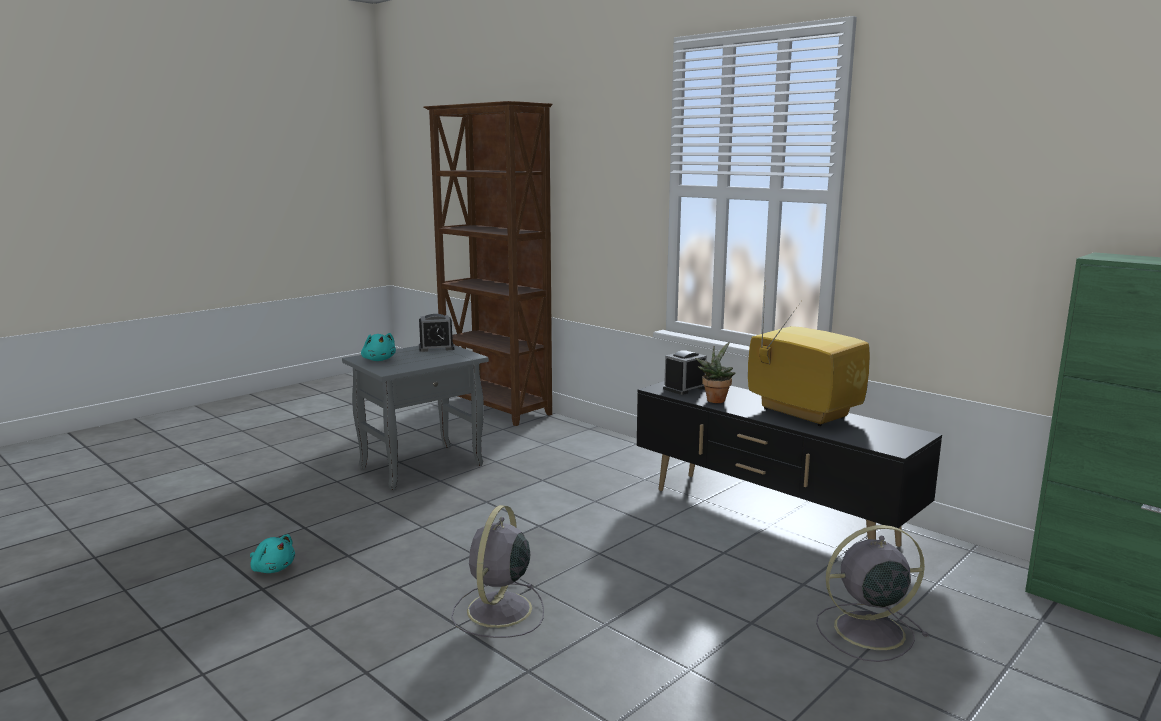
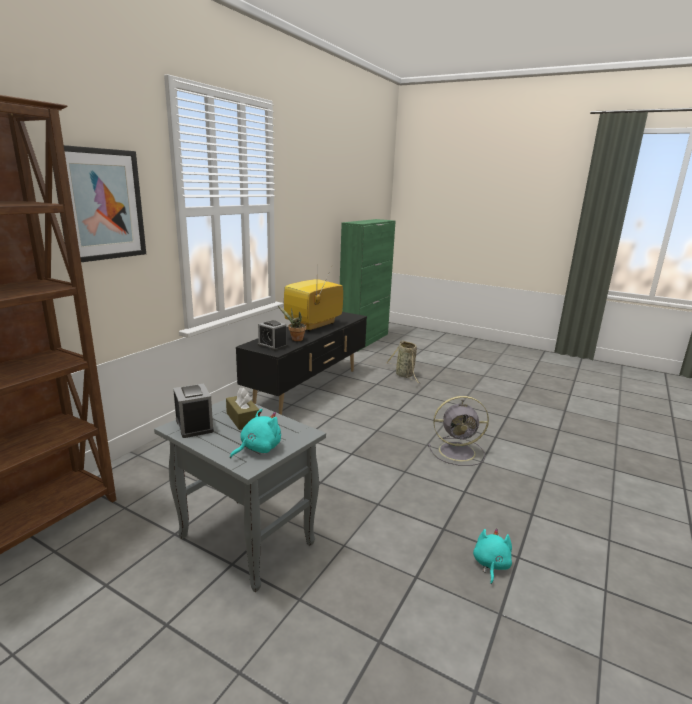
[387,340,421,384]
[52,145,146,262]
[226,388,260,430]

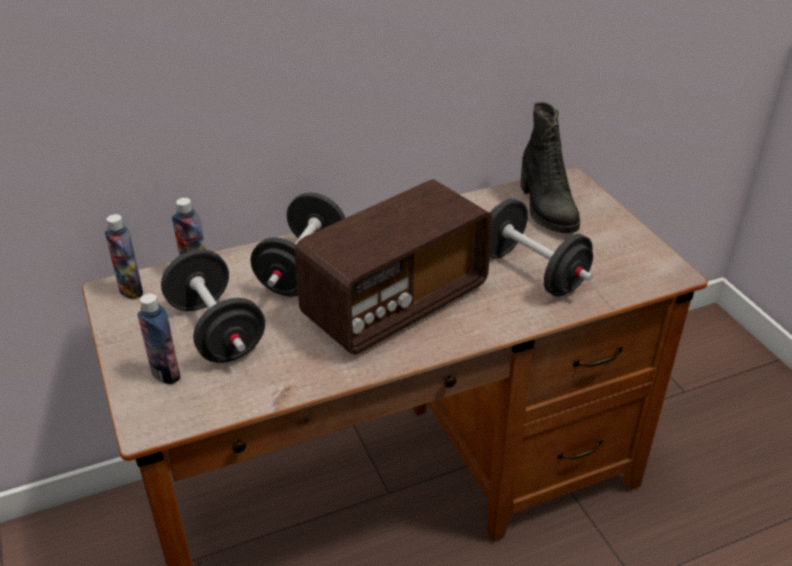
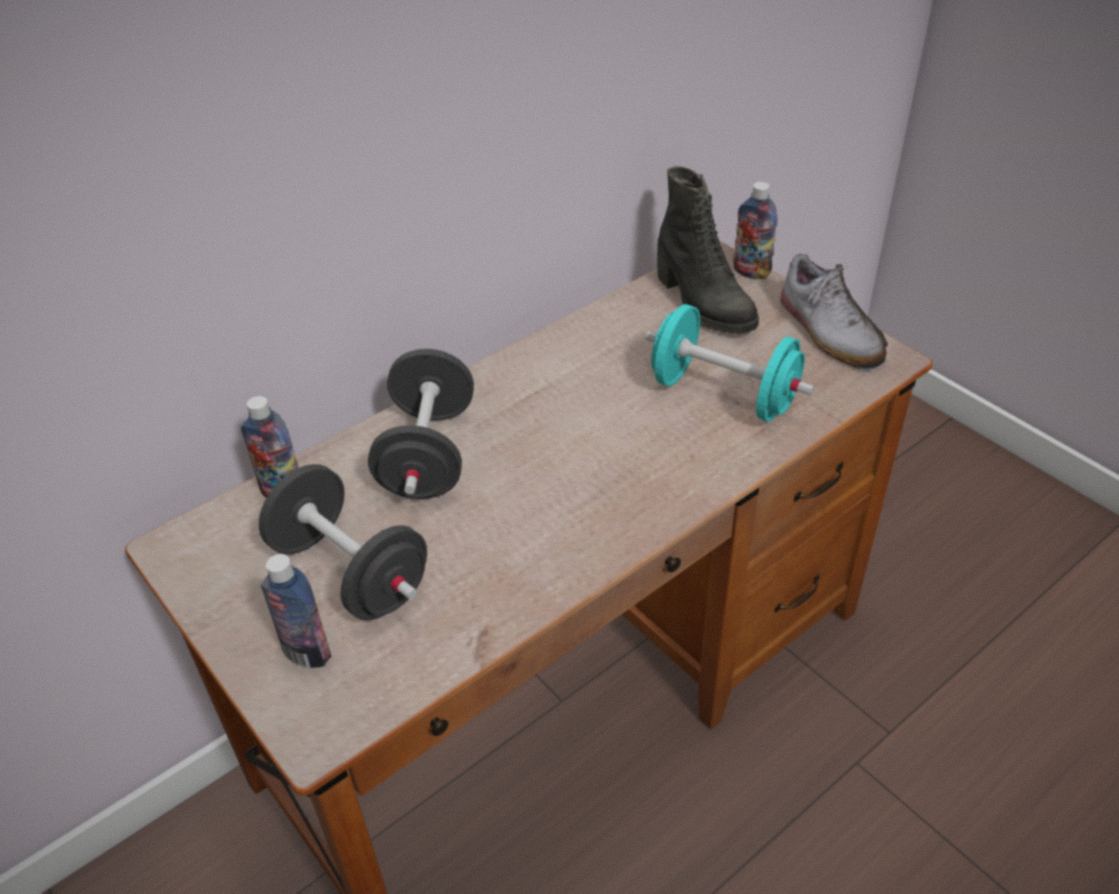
[733,182,778,279]
[294,179,493,355] (first image)
[646,304,814,422]
[780,254,888,370]

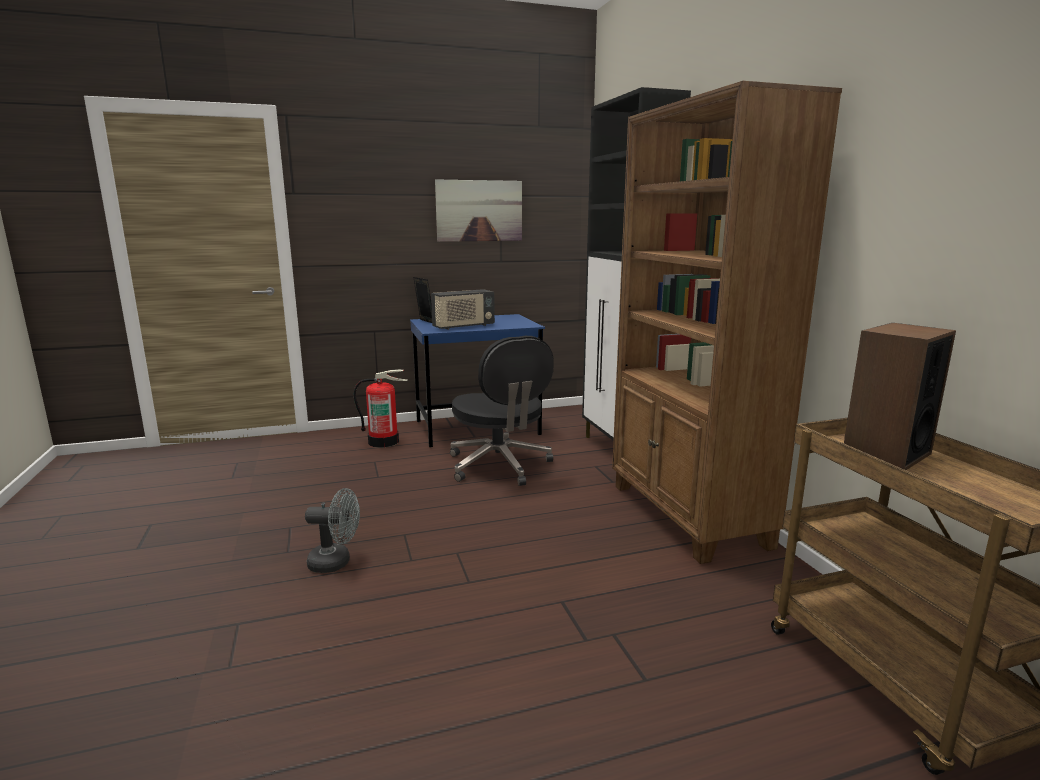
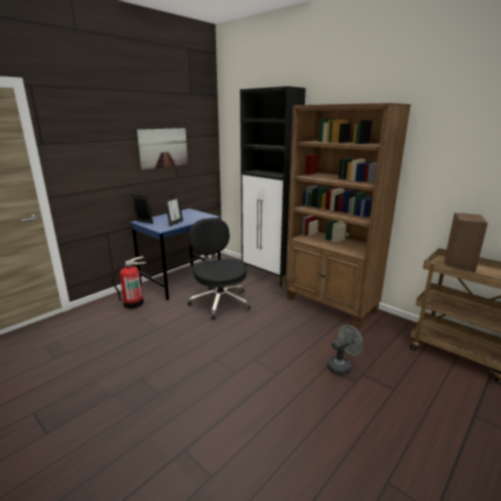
[327,325,363,375]
[164,194,183,226]
[188,218,250,319]

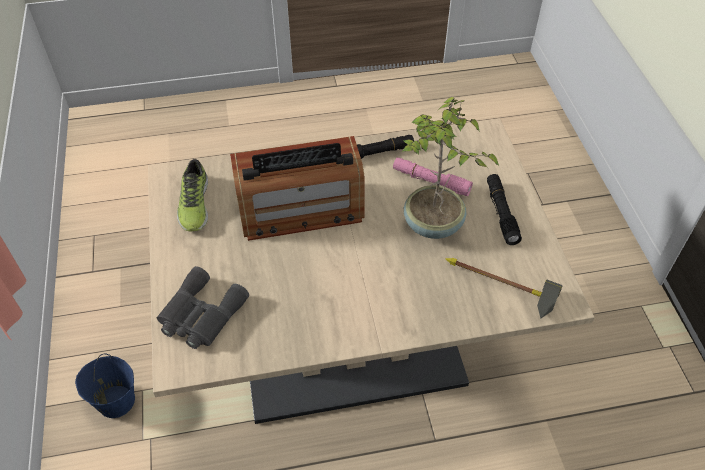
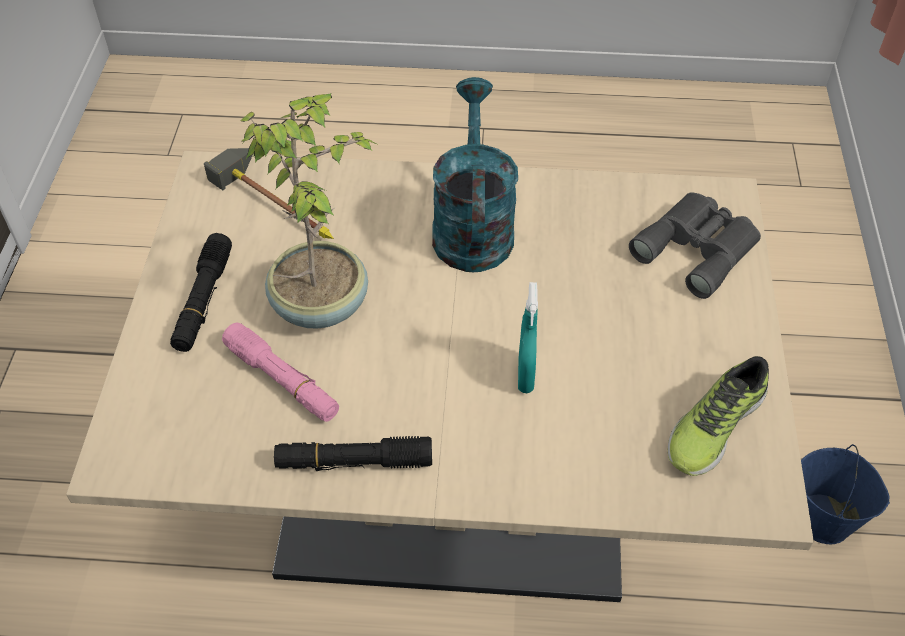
[668,356,769,476]
[518,282,538,393]
[432,77,518,272]

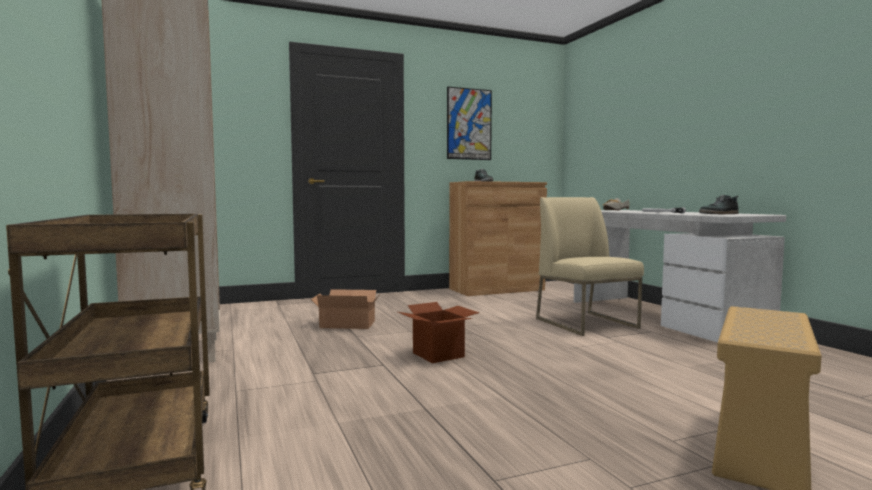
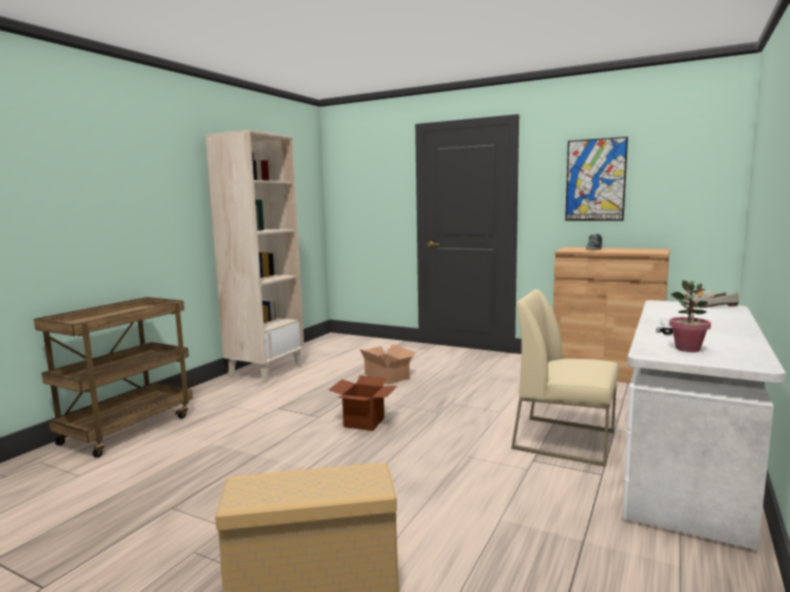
[511,289,619,467]
[669,280,711,352]

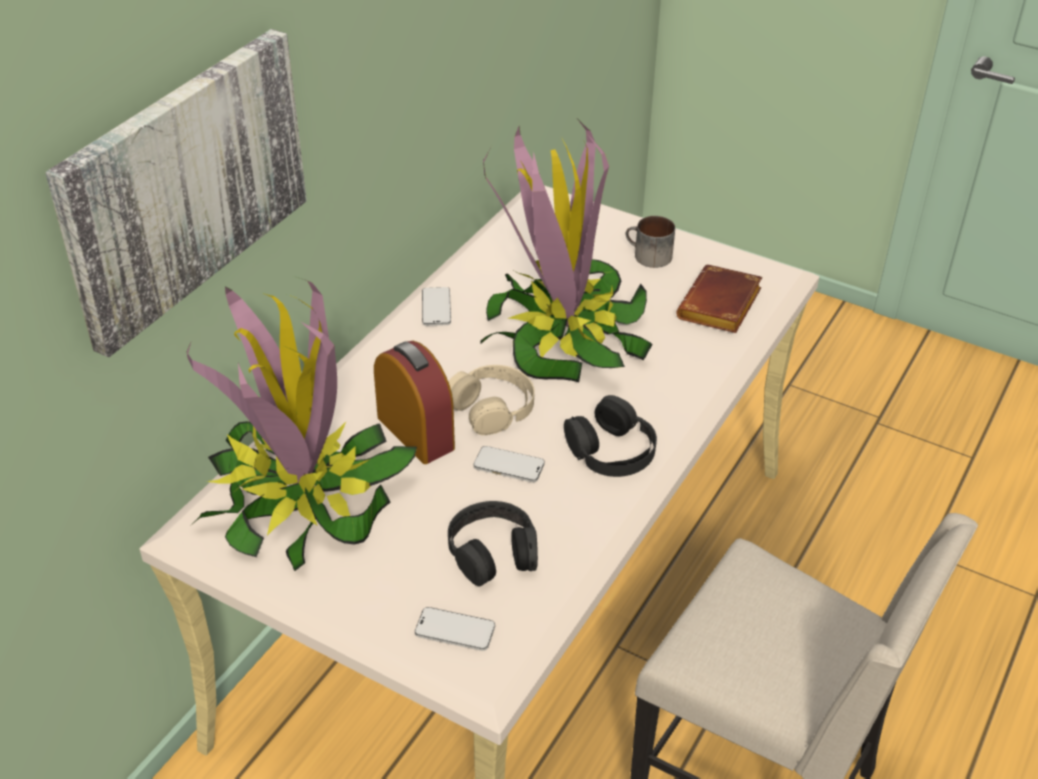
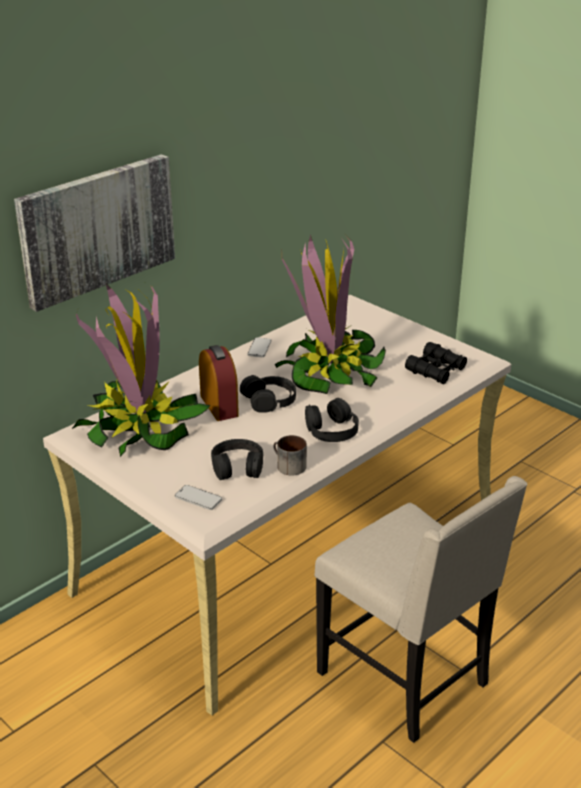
[240,375,296,413]
[474,446,545,482] (first image)
[273,435,307,475]
[405,342,467,384]

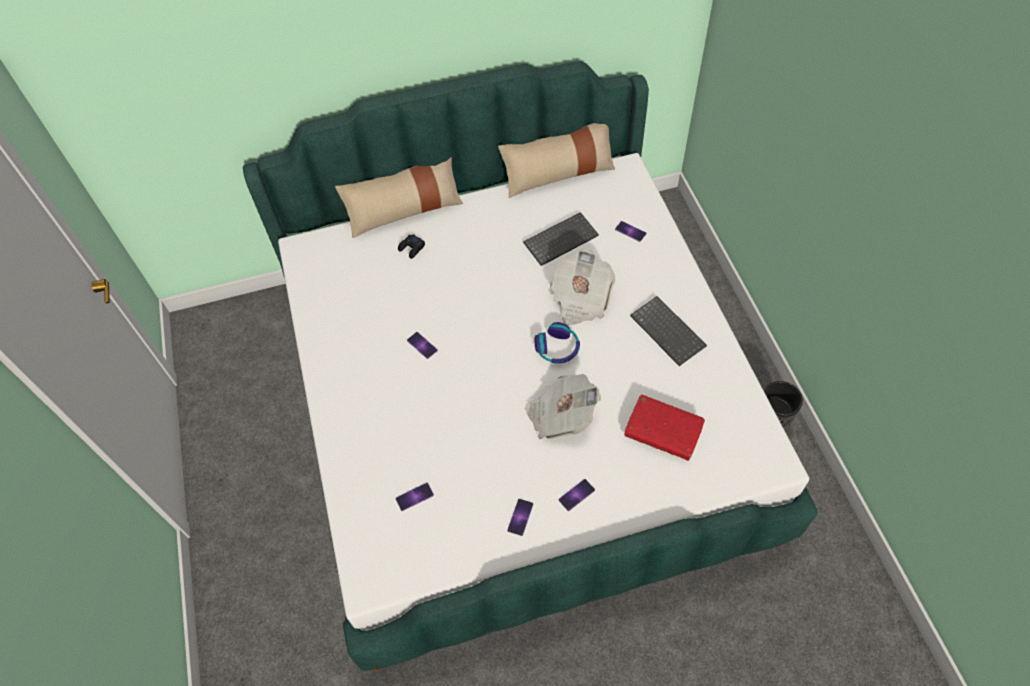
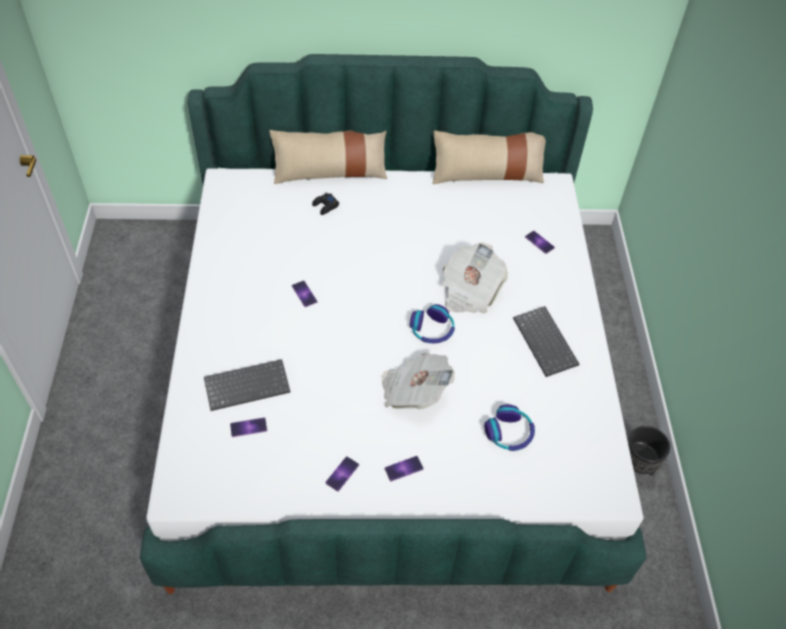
[204,359,291,411]
[484,404,535,451]

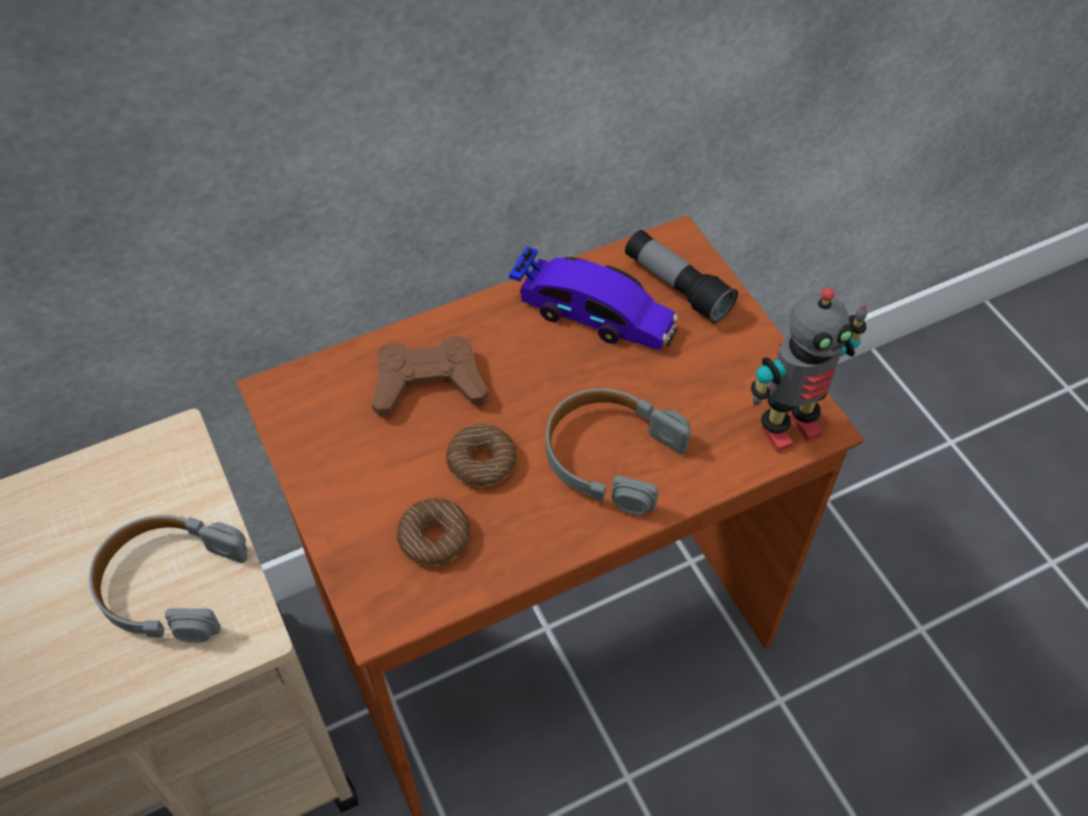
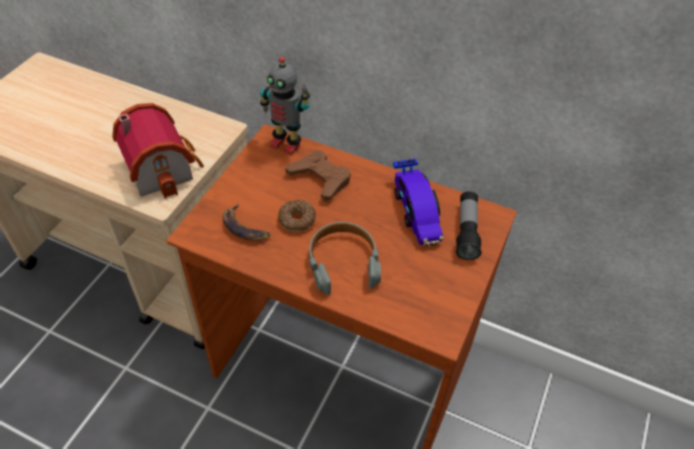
[112,103,204,199]
[223,204,271,241]
[260,56,310,155]

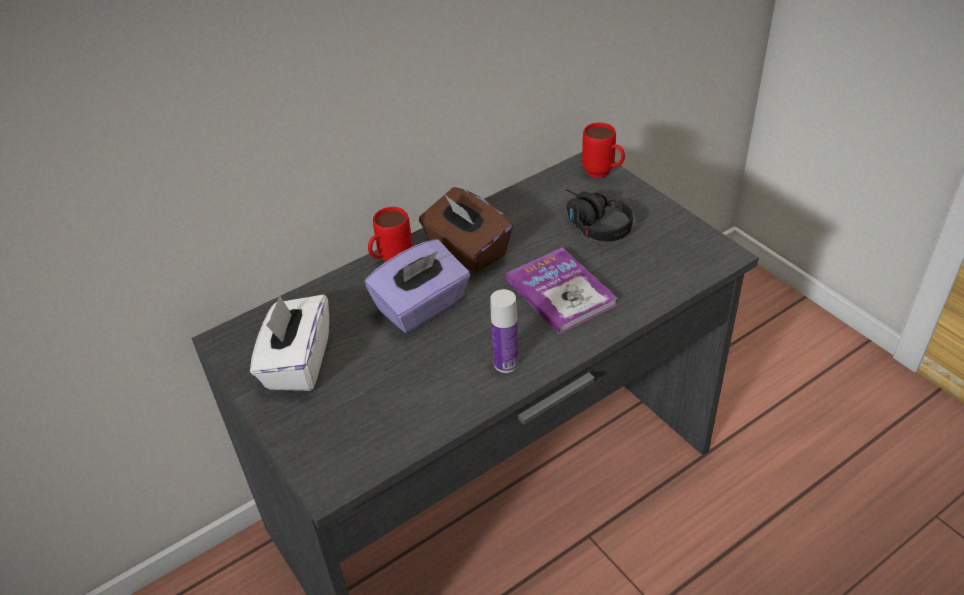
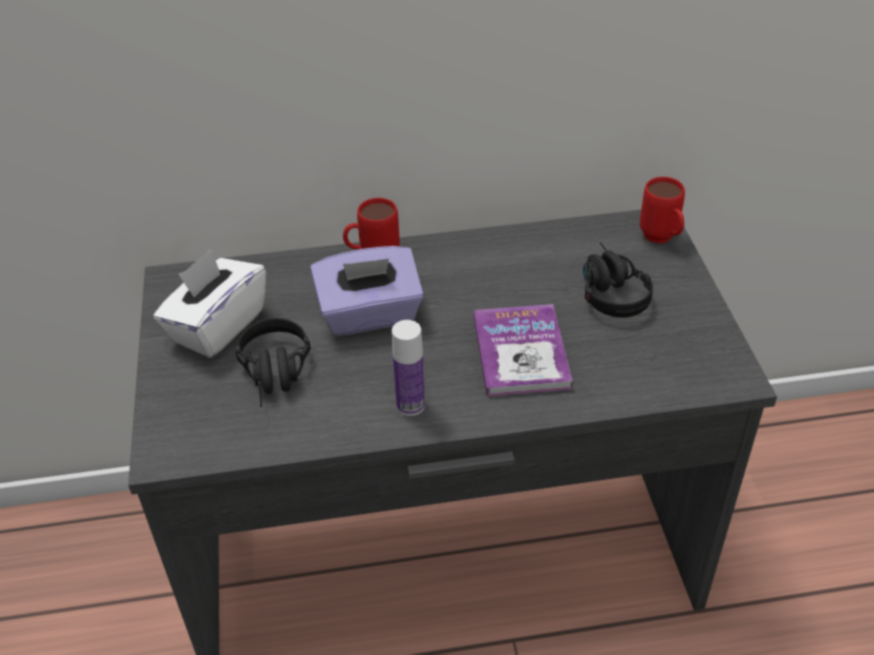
[419,187,513,274] (first image)
[235,318,311,407]

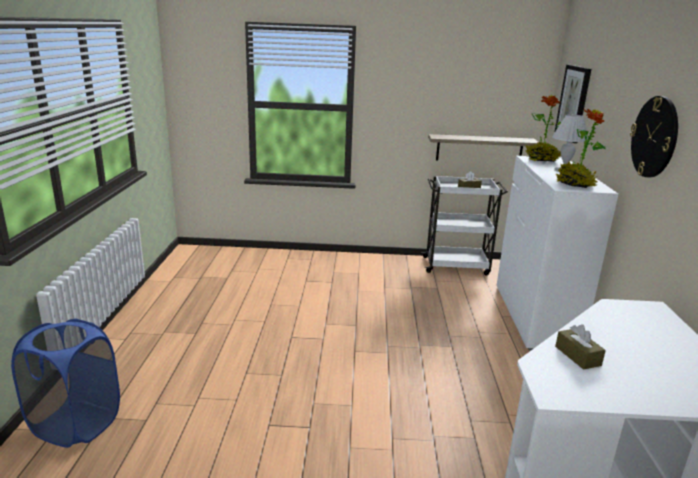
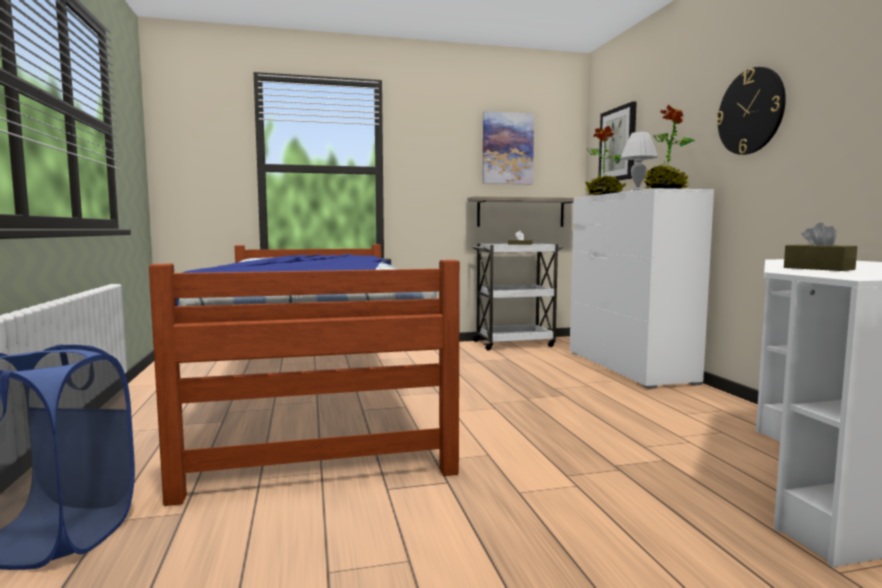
[149,244,460,506]
[483,111,534,184]

